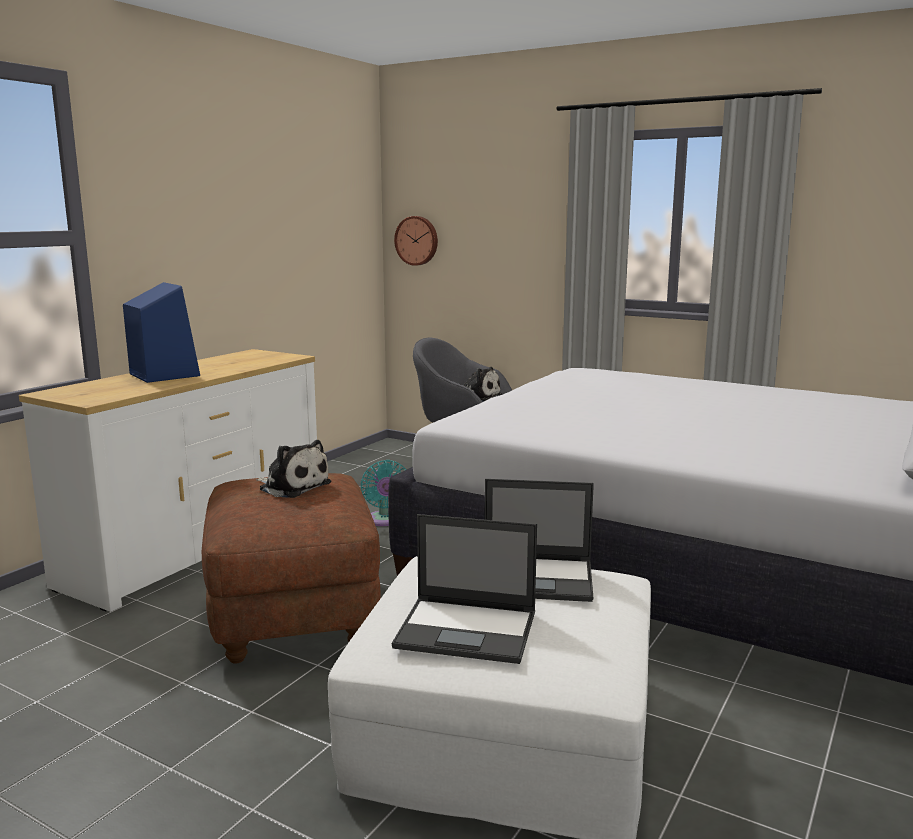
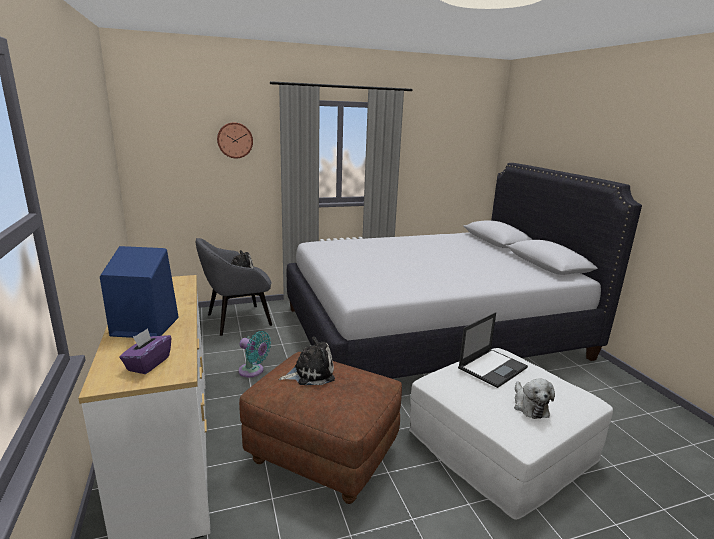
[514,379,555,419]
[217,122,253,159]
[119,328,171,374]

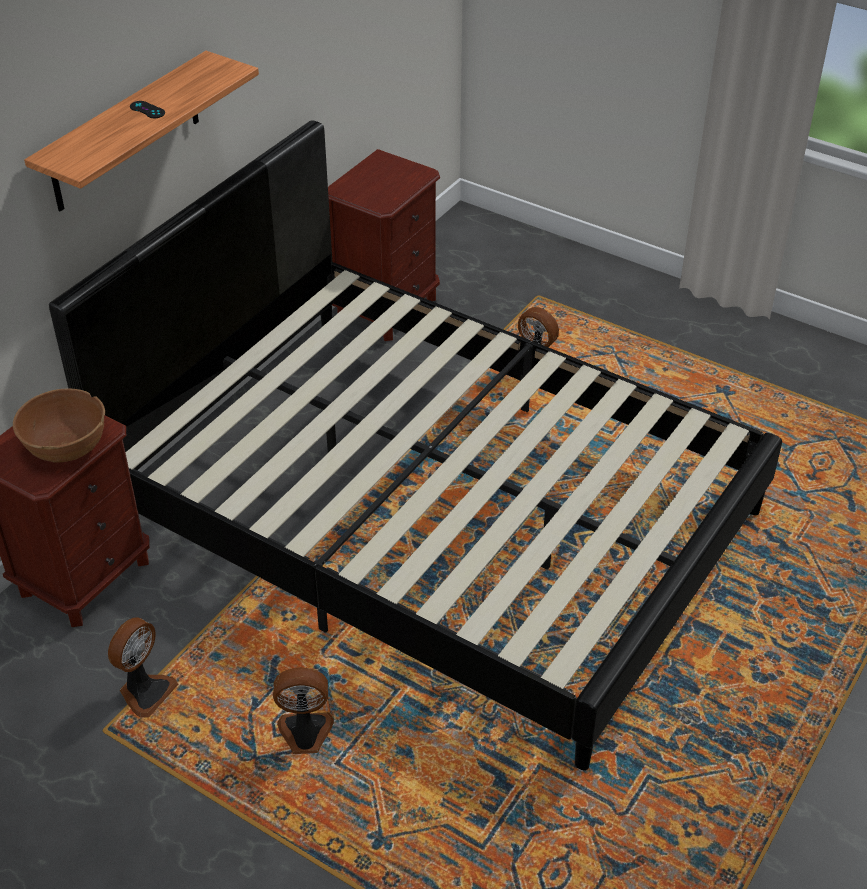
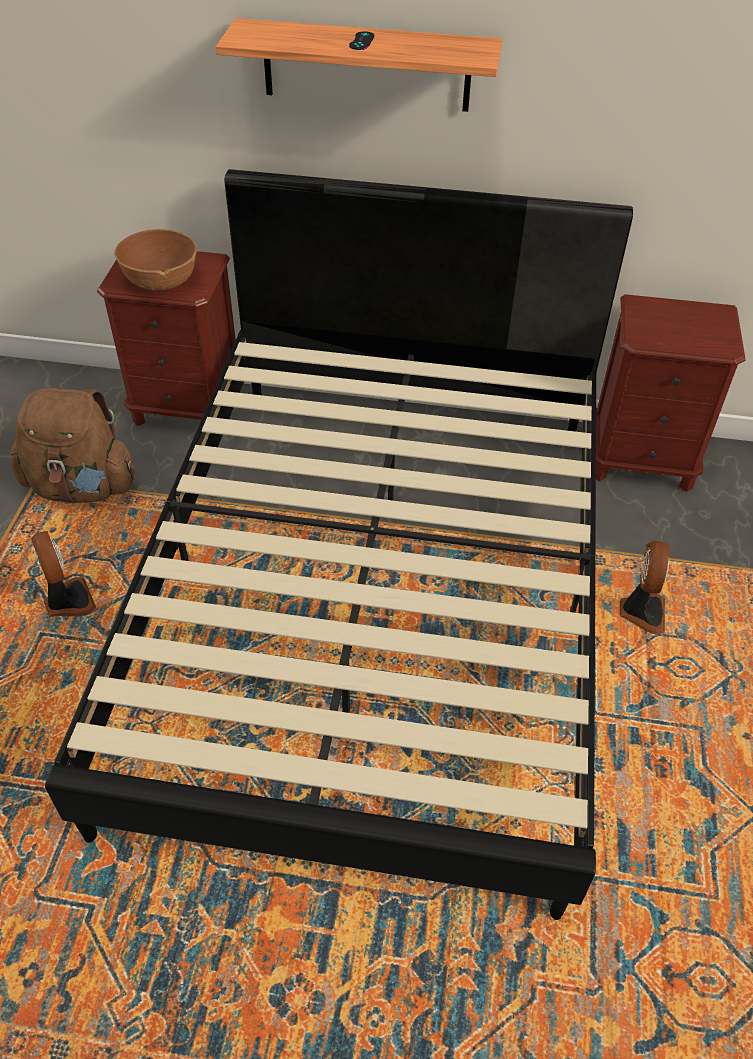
[11,387,135,504]

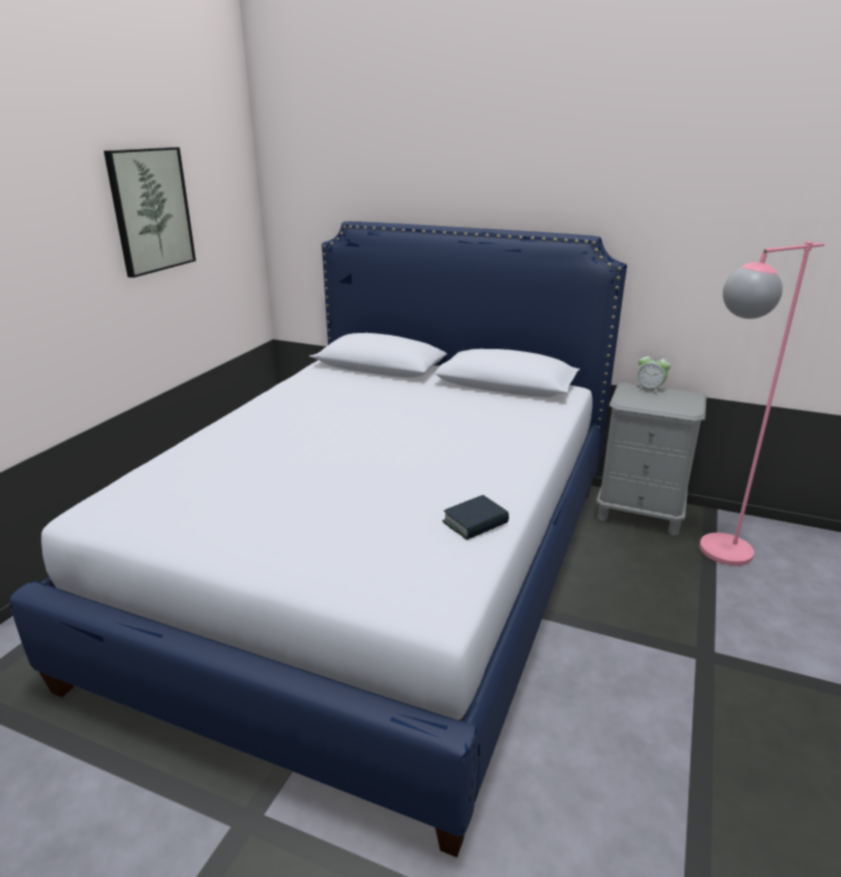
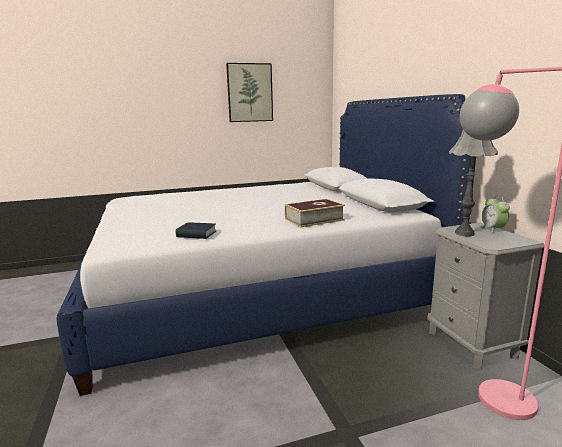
[285,199,345,227]
[449,130,498,236]

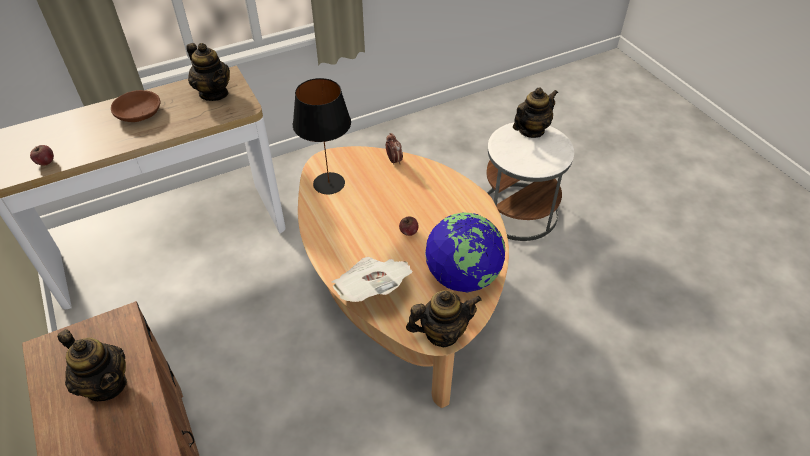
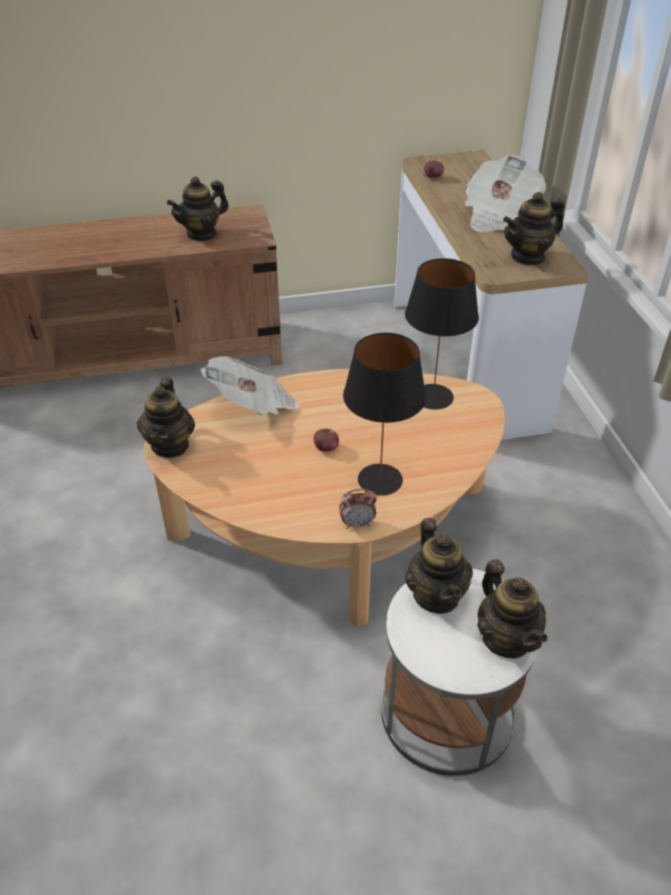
[465,155,546,232]
[339,489,377,529]
[425,213,505,292] (first image)
[343,333,426,496]
[405,518,473,614]

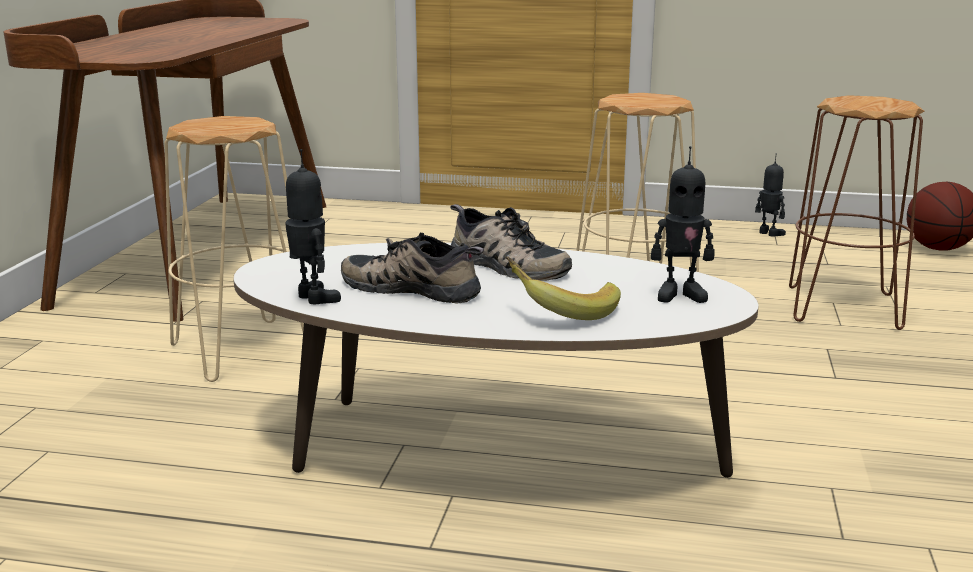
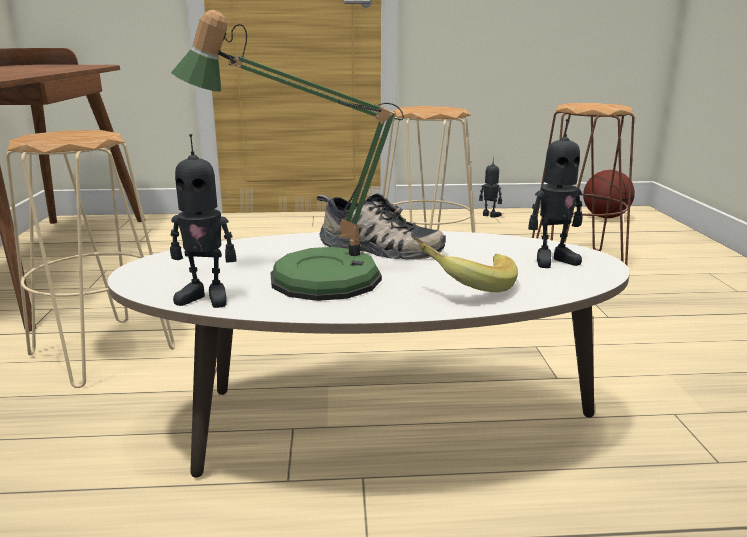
[170,134,236,308]
[171,10,404,301]

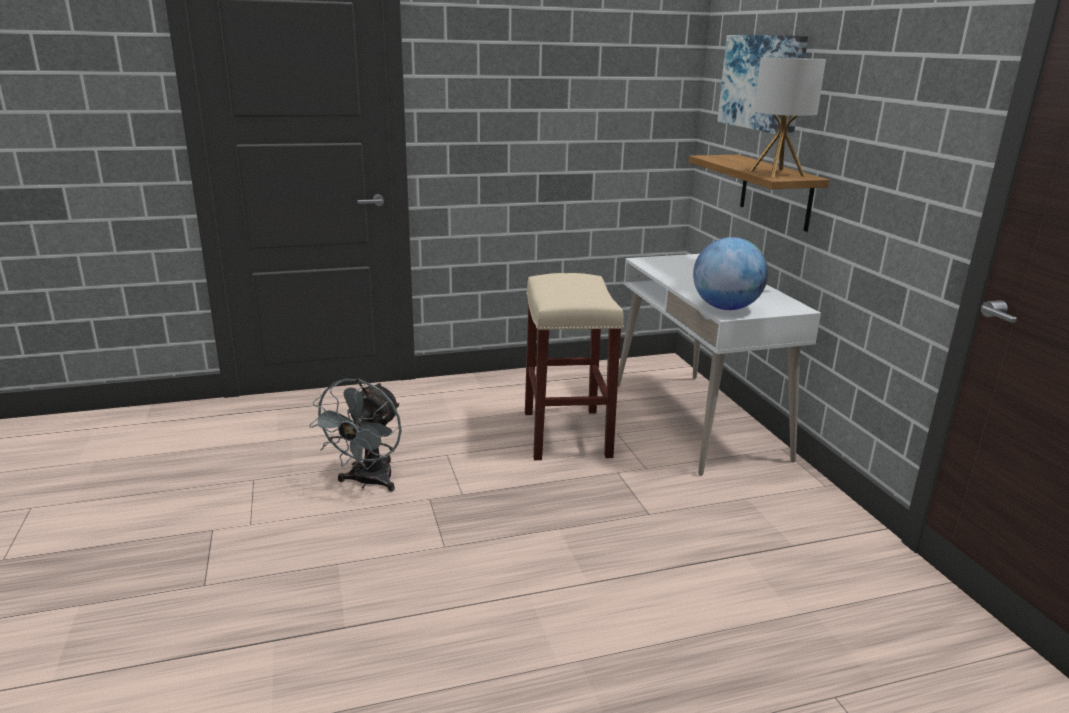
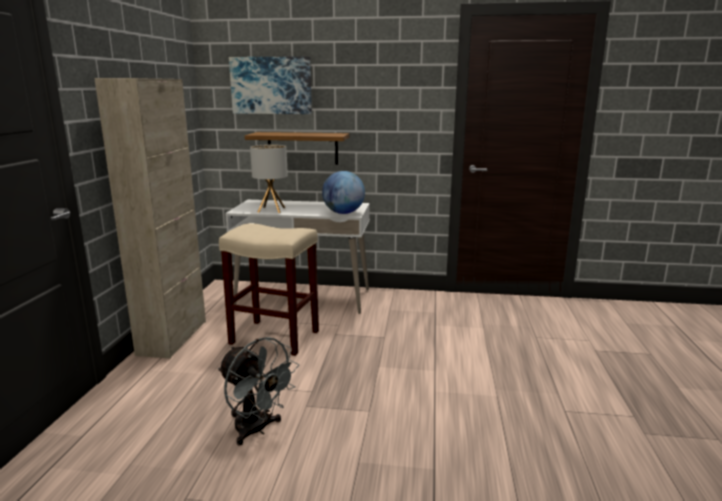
[250,144,288,213]
[94,78,206,359]

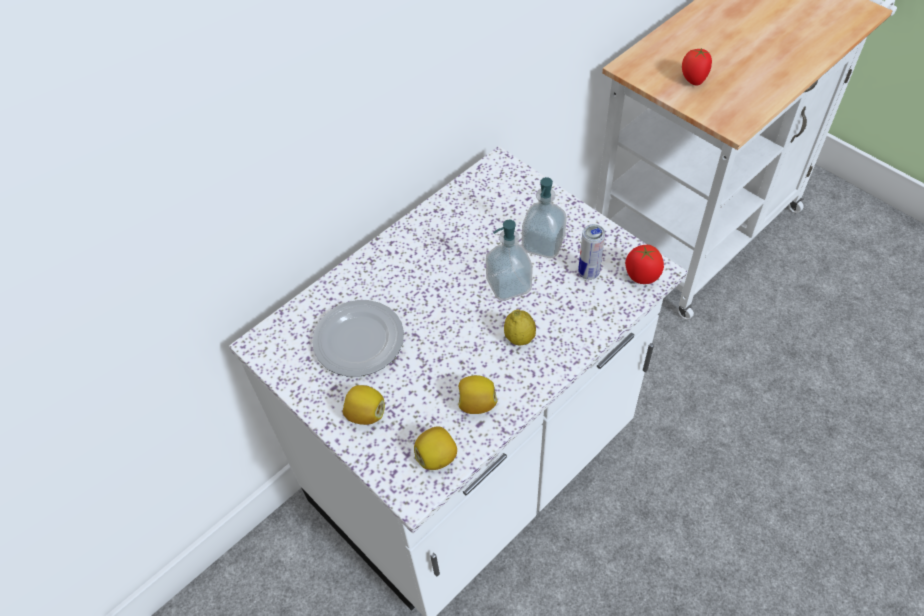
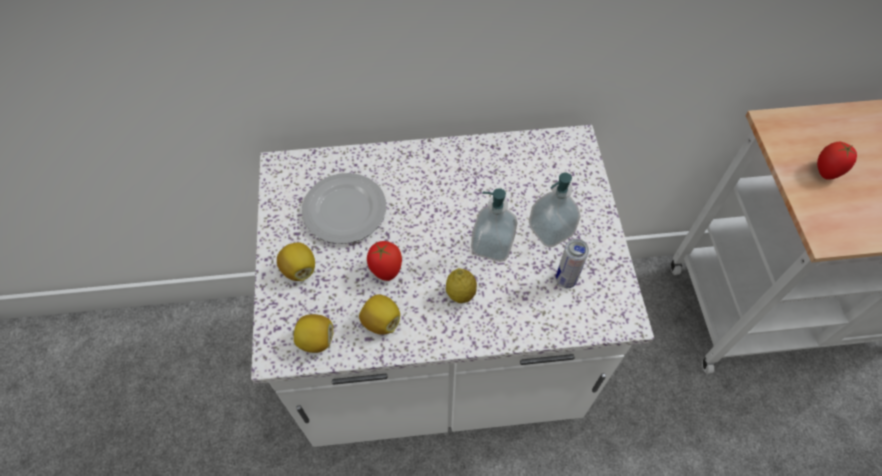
[367,241,402,281]

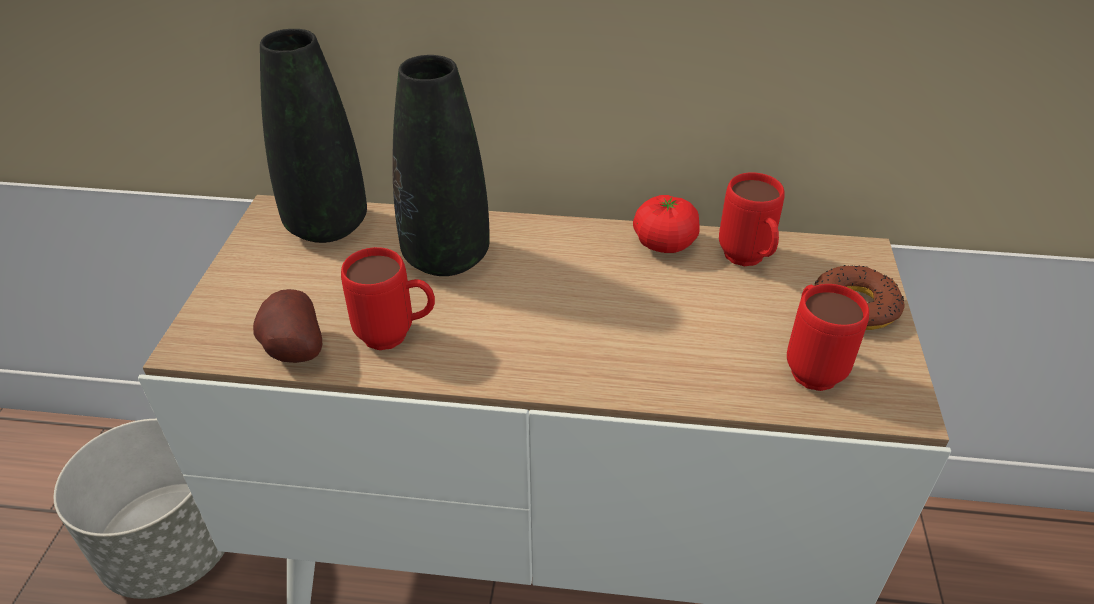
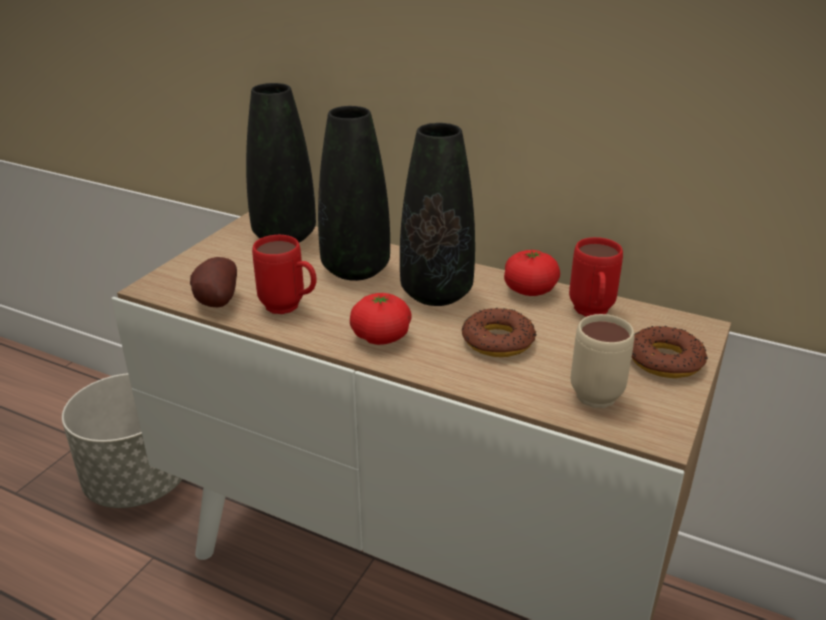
[571,314,634,408]
[350,293,412,345]
[400,123,475,306]
[462,307,537,357]

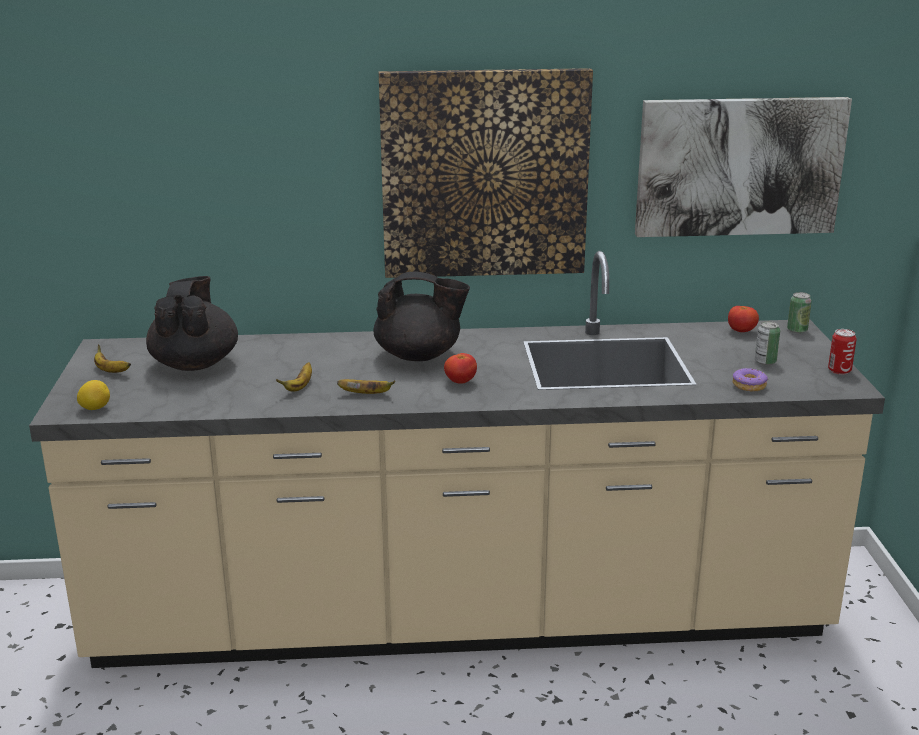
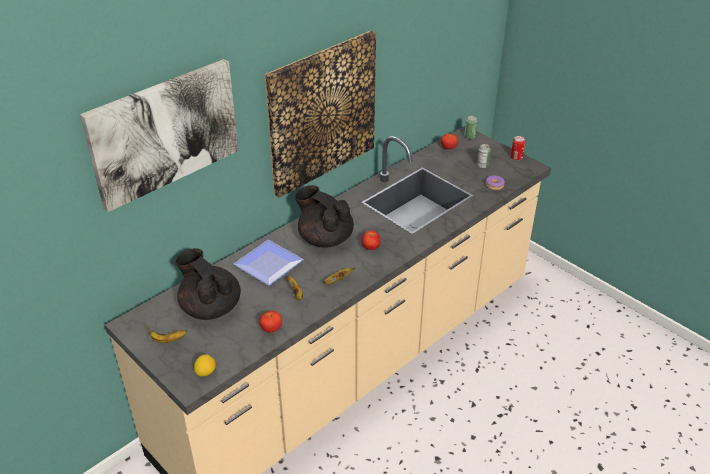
[295,185,354,248]
[80,59,239,212]
[233,240,304,286]
[259,311,282,333]

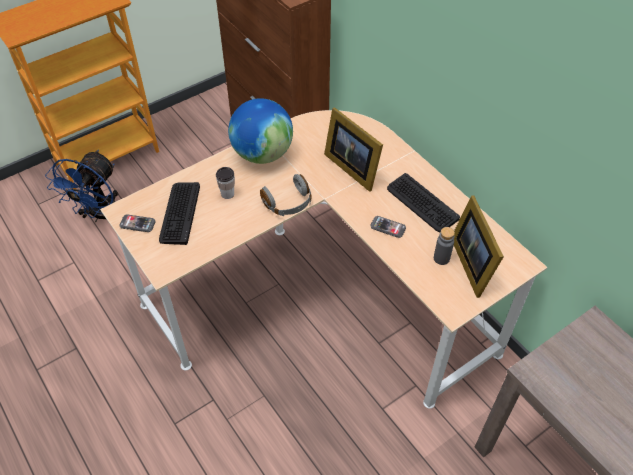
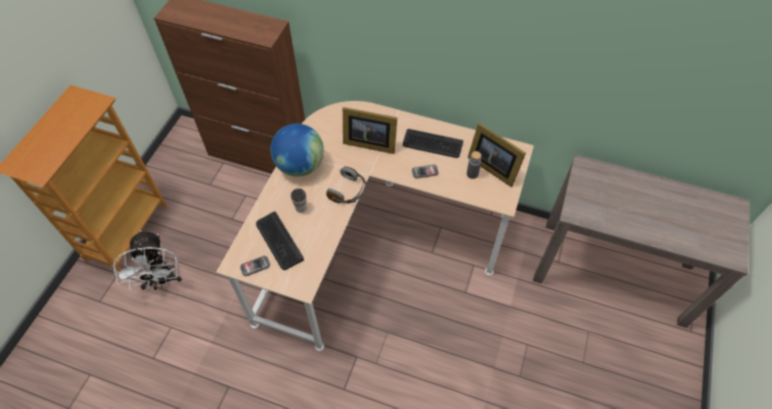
[113,230,182,290]

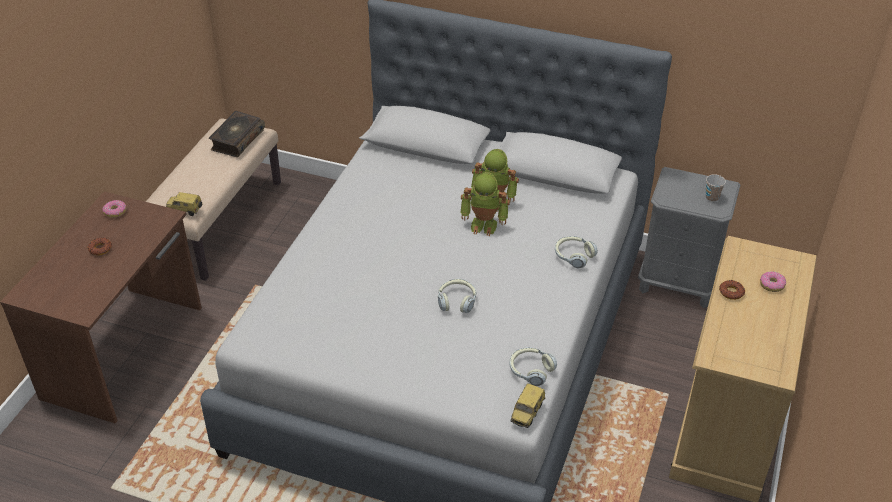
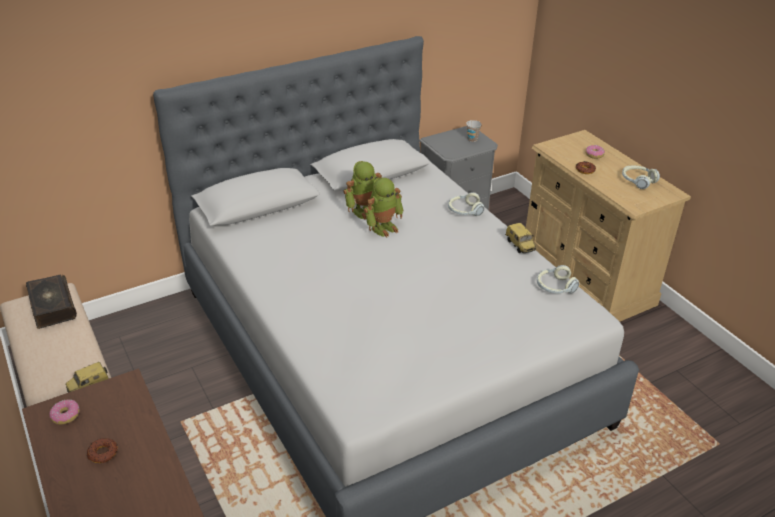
[622,166,660,189]
[505,223,536,253]

